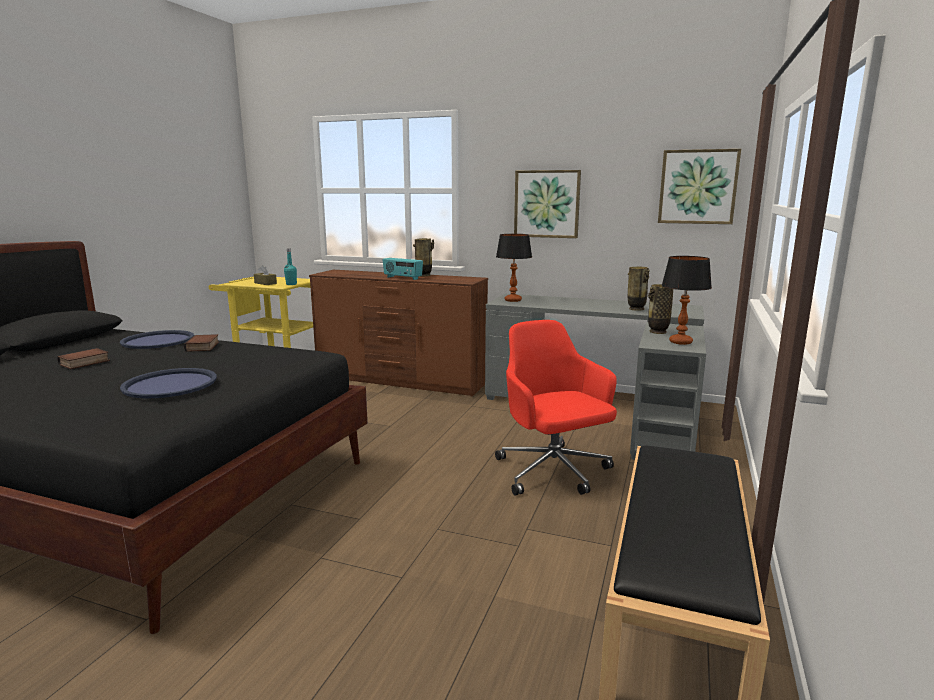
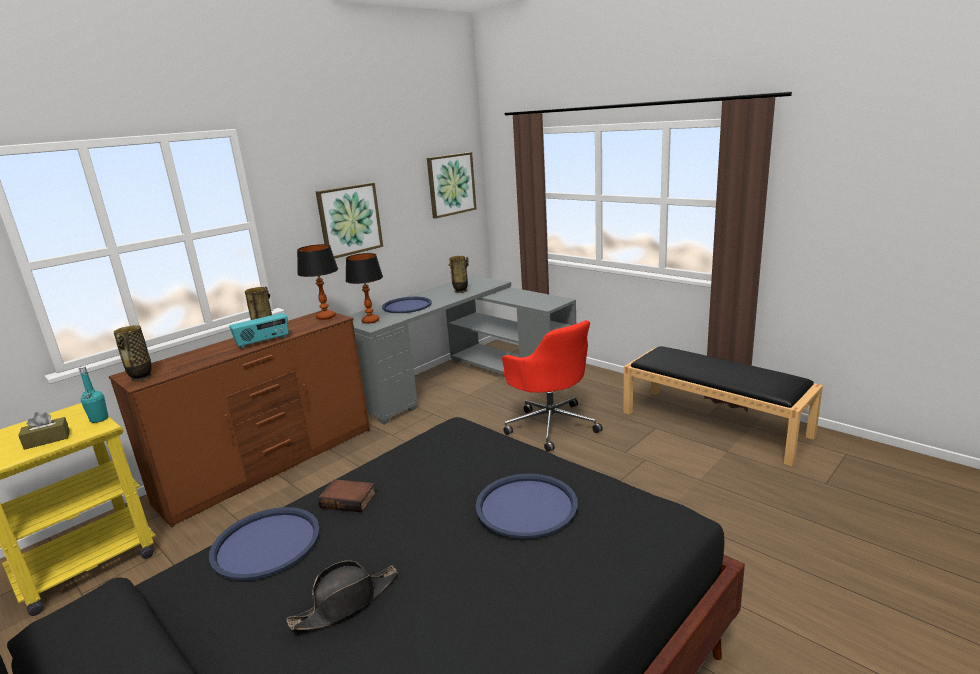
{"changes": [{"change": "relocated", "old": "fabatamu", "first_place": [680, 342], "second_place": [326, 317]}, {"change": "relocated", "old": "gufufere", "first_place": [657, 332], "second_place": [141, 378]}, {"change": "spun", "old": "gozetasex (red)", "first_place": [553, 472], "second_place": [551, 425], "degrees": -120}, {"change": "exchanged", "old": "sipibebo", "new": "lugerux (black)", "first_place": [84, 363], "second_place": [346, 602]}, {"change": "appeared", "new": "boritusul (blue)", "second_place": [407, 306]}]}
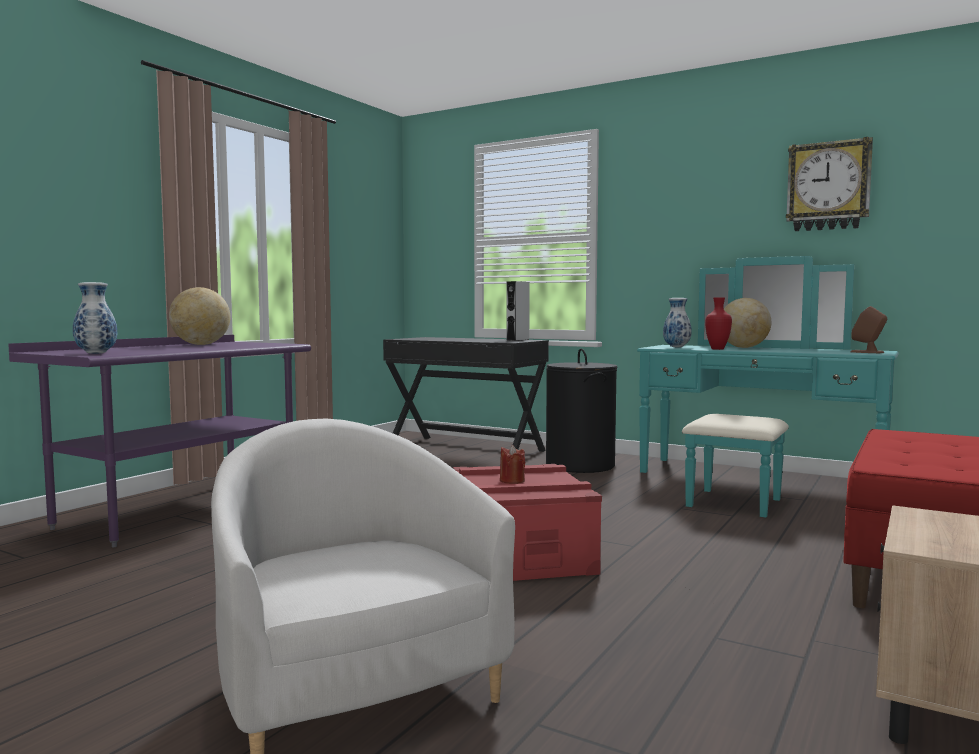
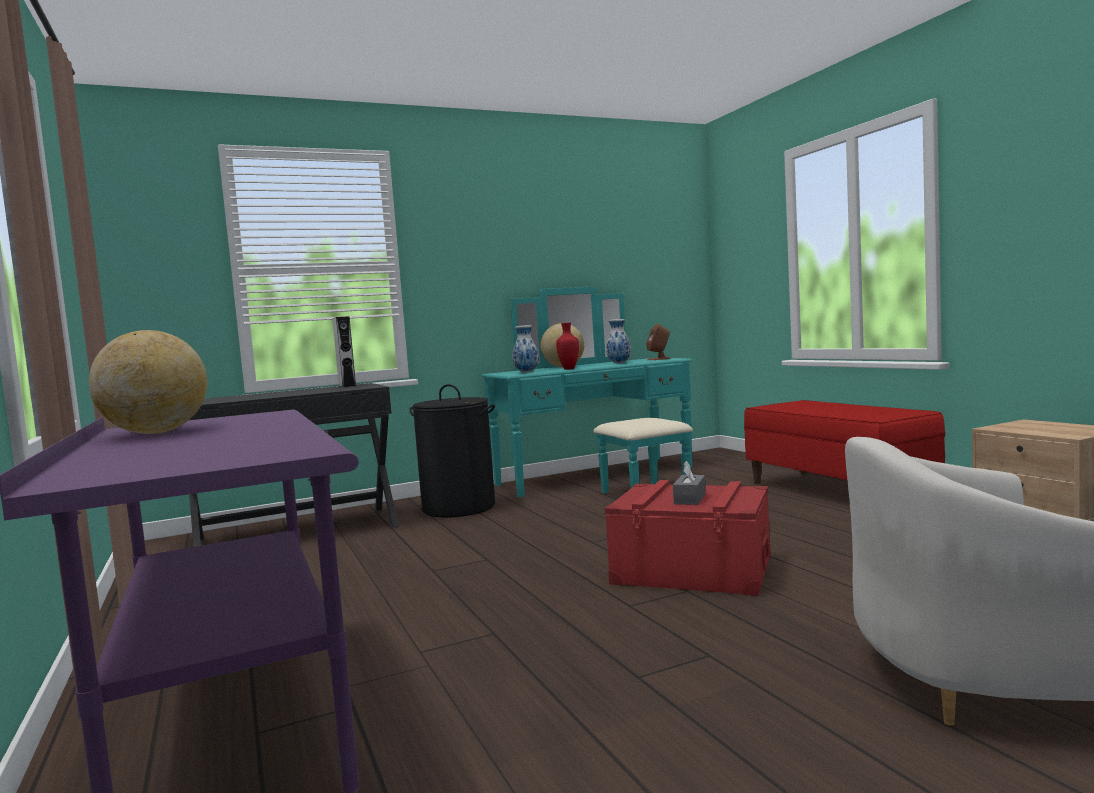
{"changes": [{"change": "missing", "old": "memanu", "first_place": [828, 186]}, {"change": "relocated", "old": "gufufere", "first_place": [95, 353], "second_place": [619, 363]}, {"change": "exchanged", "old": "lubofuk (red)", "new": "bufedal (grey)", "first_place": [512, 481], "second_place": [690, 499]}]}
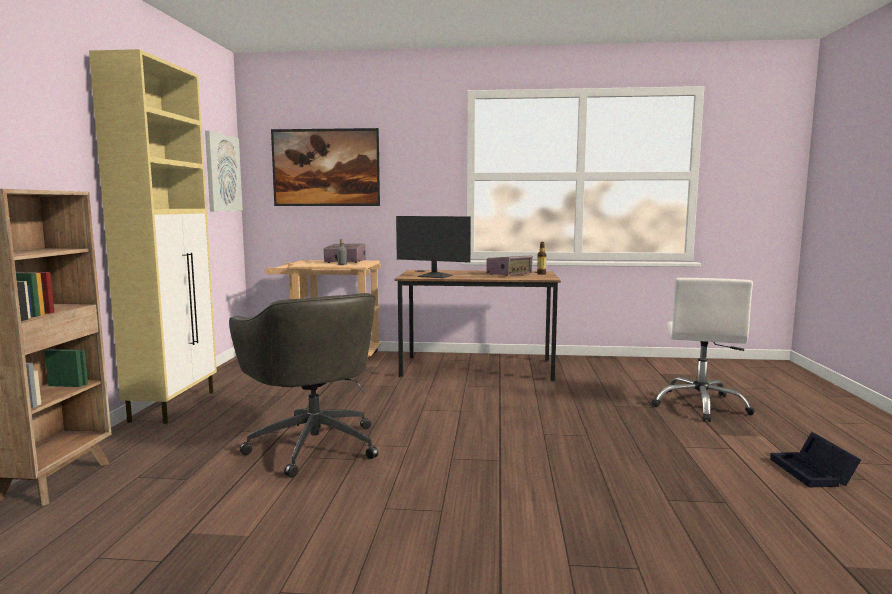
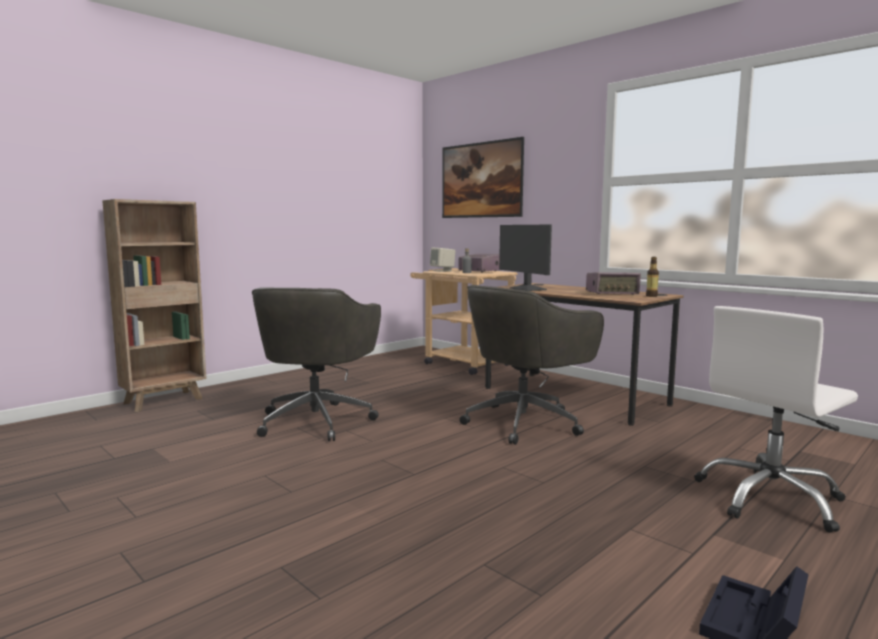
{"changes": [{"change": "missing", "old": "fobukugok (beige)", "first_place": [174, 406]}, {"change": "missing", "old": "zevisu", "first_place": [222, 173]}, {"change": "appeared", "new": "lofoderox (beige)", "second_place": [442, 271]}, {"change": "appeared", "new": "gozetasex (grey)", "second_place": [525, 422]}]}
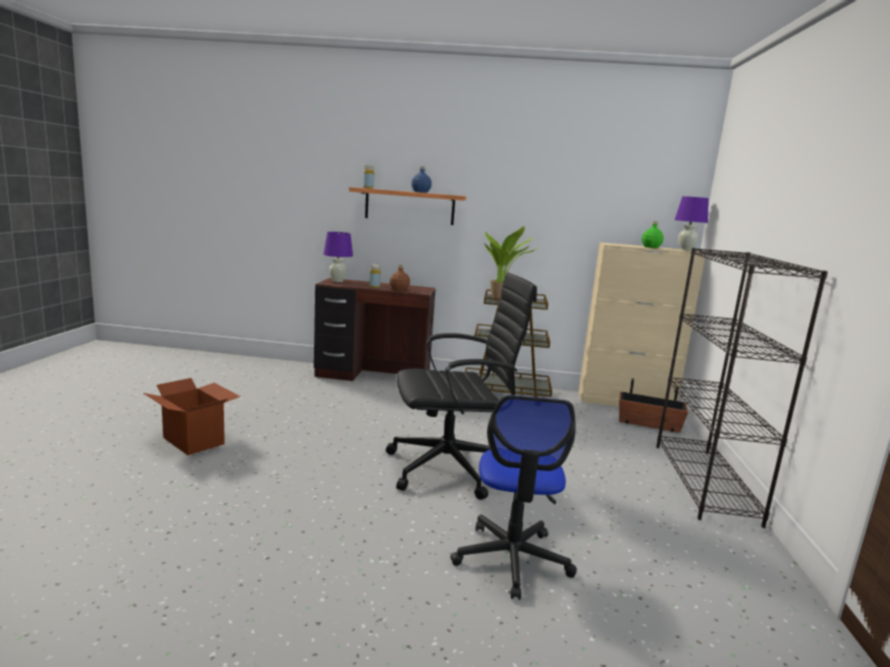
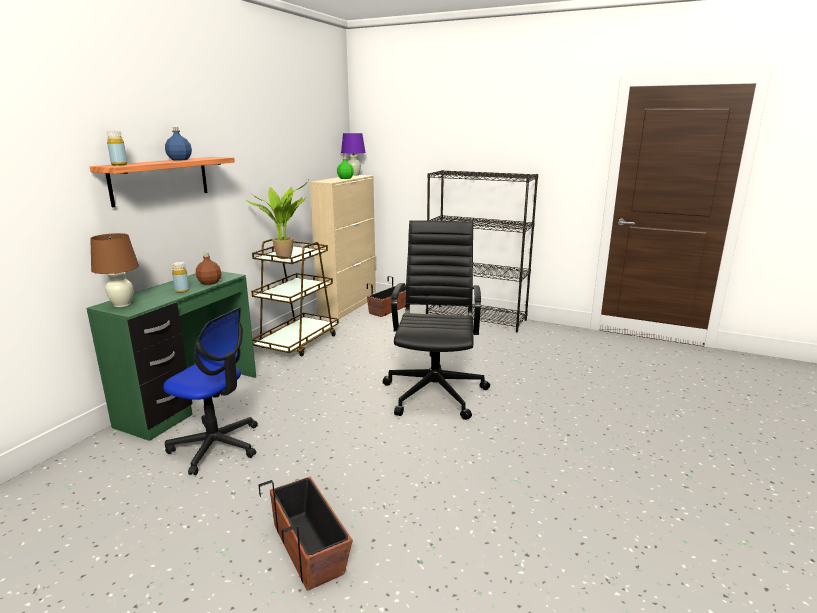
{"changes": [{"change": "colour", "old": "fabatamu (purple)", "new": "fabatamu (brown)", "first_place": [337, 281], "second_place": [122, 304]}, {"change": "colour", "old": "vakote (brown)", "new": "vakote (green)", "first_place": [373, 377], "second_place": [191, 400]}, {"change": "exchanged", "old": "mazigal", "new": "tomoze", "first_place": [194, 440], "second_place": [309, 548]}, {"change": "relocated", "old": "gozetasex", "first_place": [512, 559], "second_place": [216, 446]}]}
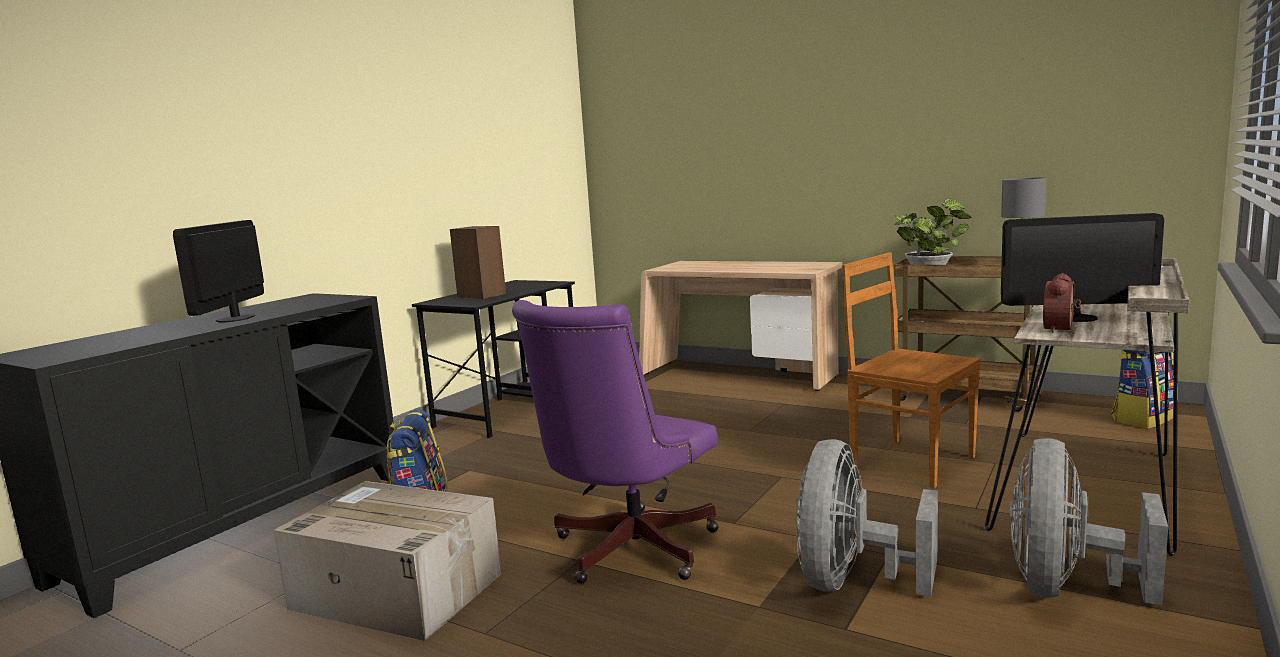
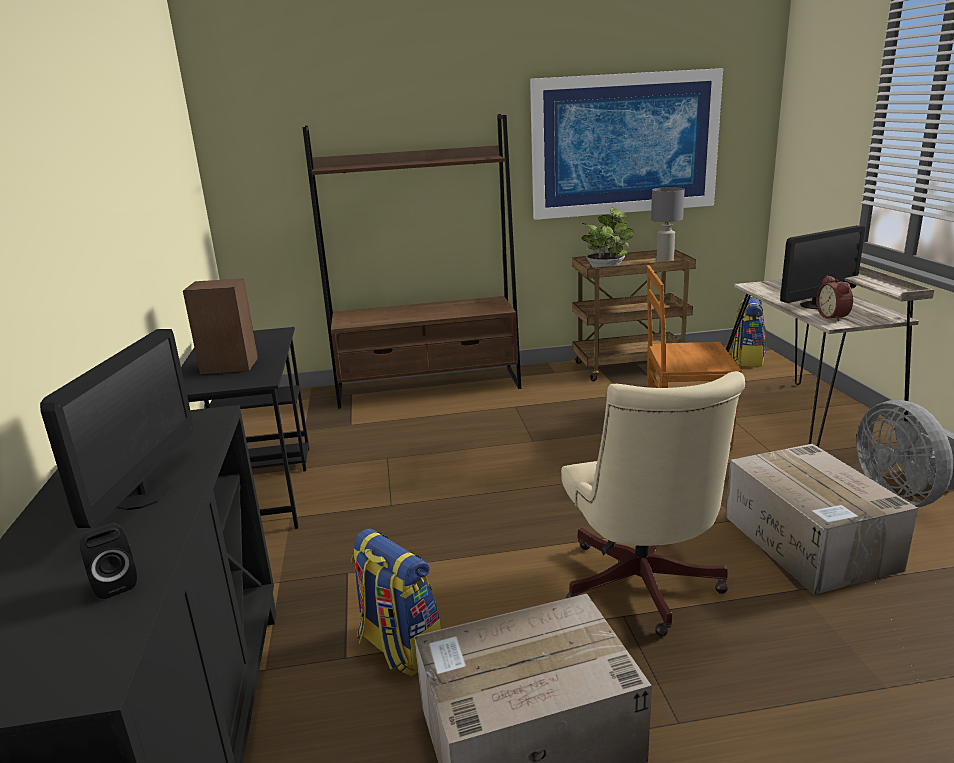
{"changes": [{"change": "spun", "old": "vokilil", "first_place": [235, 318], "second_place": [142, 494], "degrees": -135}, {"change": "exchanged", "old": "vakote (beige)", "new": "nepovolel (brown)", "first_place": [738, 375], "second_place": [429, 387]}, {"change": "colour", "old": "gozetasex (purple)", "new": "gozetasex (beige)", "first_place": [626, 551], "second_place": [642, 590]}, {"change": "exchanged", "old": "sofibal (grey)", "new": "mazigal", "first_place": [851, 582], "second_place": [811, 543]}, {"change": "appeared", "new": "zevisu", "second_place": [624, 144]}, {"change": "appeared", "new": "lofoderox (black)", "second_place": [114, 583]}]}
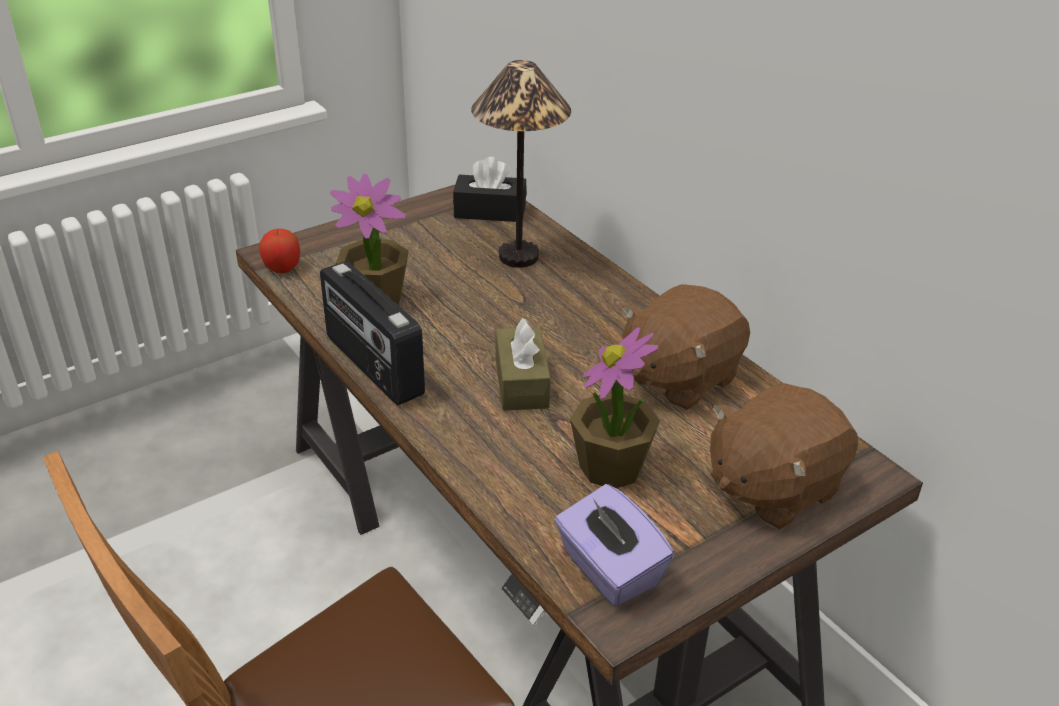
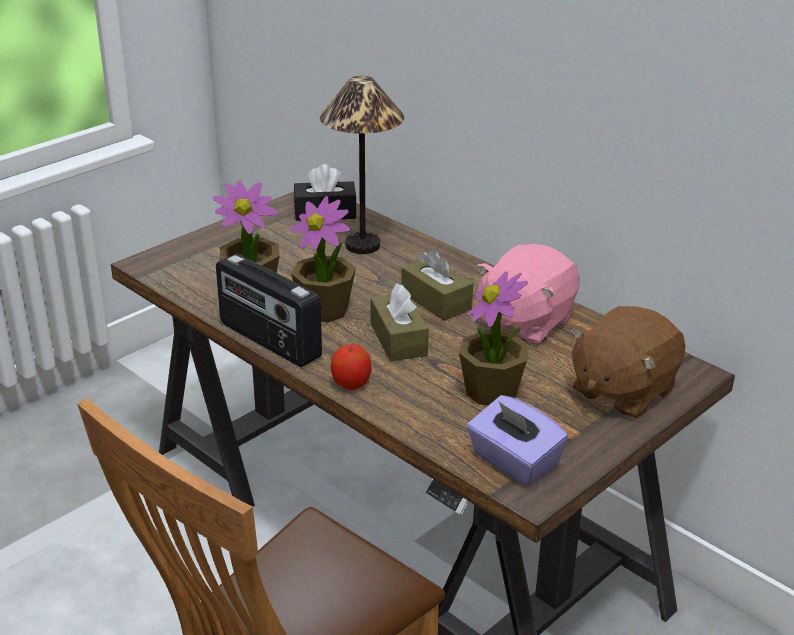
{"changes": [{"change": "relocated", "old": "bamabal", "first_place": [282, 268], "second_place": [351, 384]}, {"change": "colour", "old": "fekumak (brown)", "new": "fekumak (pink)", "first_place": [678, 377], "second_place": [525, 322]}, {"change": "appeared", "new": "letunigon", "second_place": [325, 310]}, {"change": "appeared", "new": "bufedal (brown)", "second_place": [436, 301]}]}
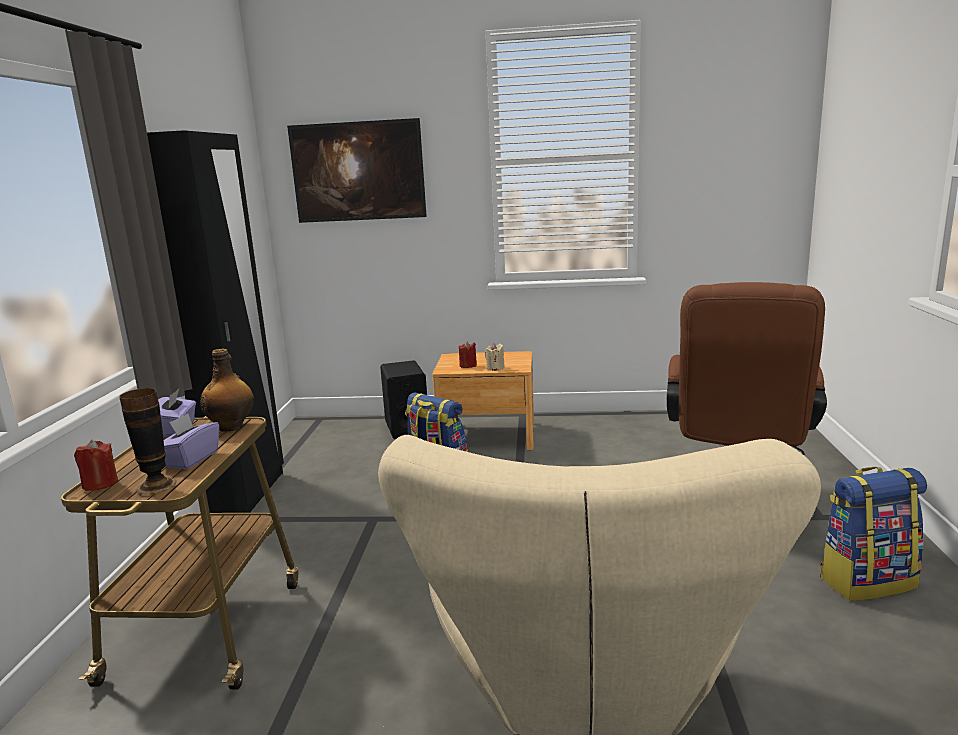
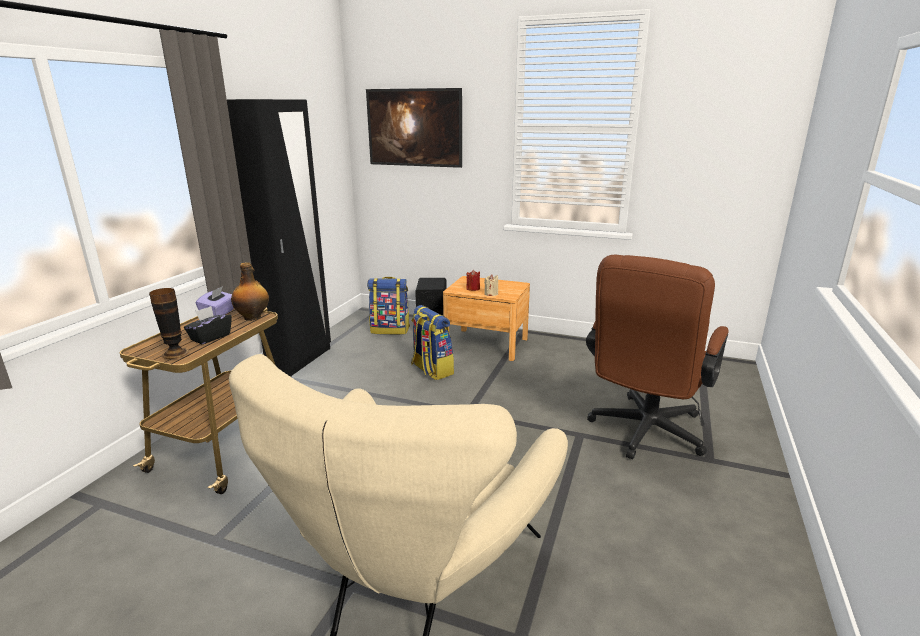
{"changes": [{"change": "colour", "old": "bufedal (purple)", "new": "bufedal (black)", "first_place": [191, 459], "second_place": [210, 337]}, {"change": "missing", "old": "lubofuk (red)", "first_place": [100, 484]}, {"change": "relocated", "old": "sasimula", "first_place": [866, 581], "second_place": [390, 330]}]}
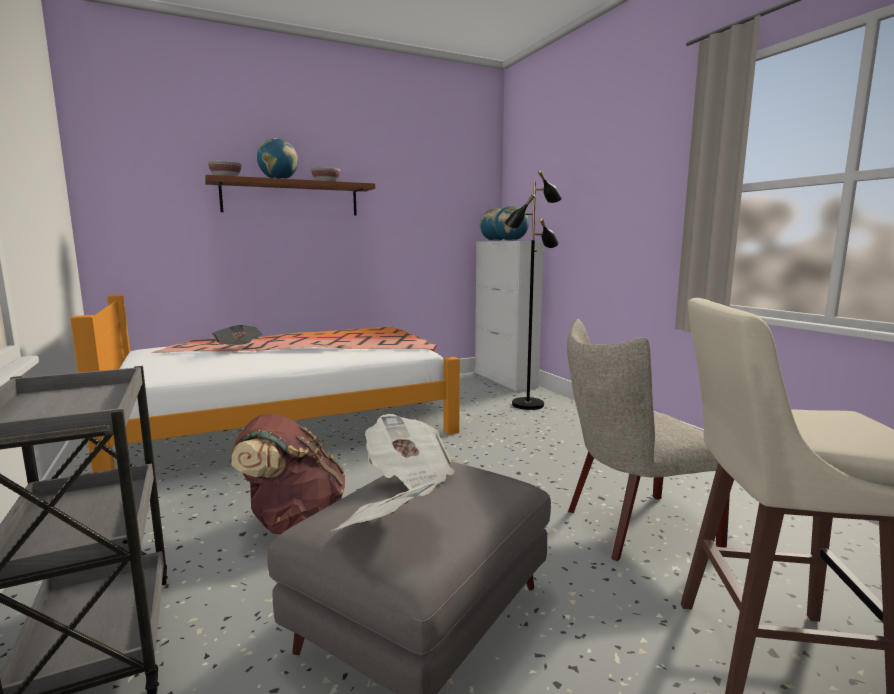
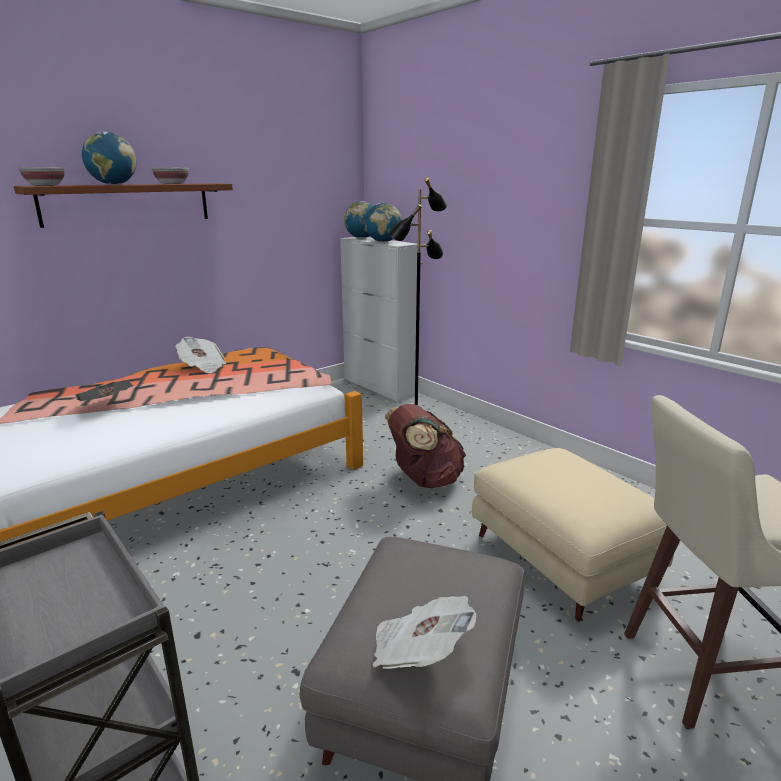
{"changes": [{"change": "exchanged", "old": "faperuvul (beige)", "new": "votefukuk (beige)", "first_place": [631, 527], "second_place": [560, 559]}, {"change": "relocated", "old": "sasimula (brown)", "first_place": [293, 523], "second_place": [424, 480]}, {"change": "relocated", "old": "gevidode", "first_place": [409, 475], "second_place": [202, 367]}]}
